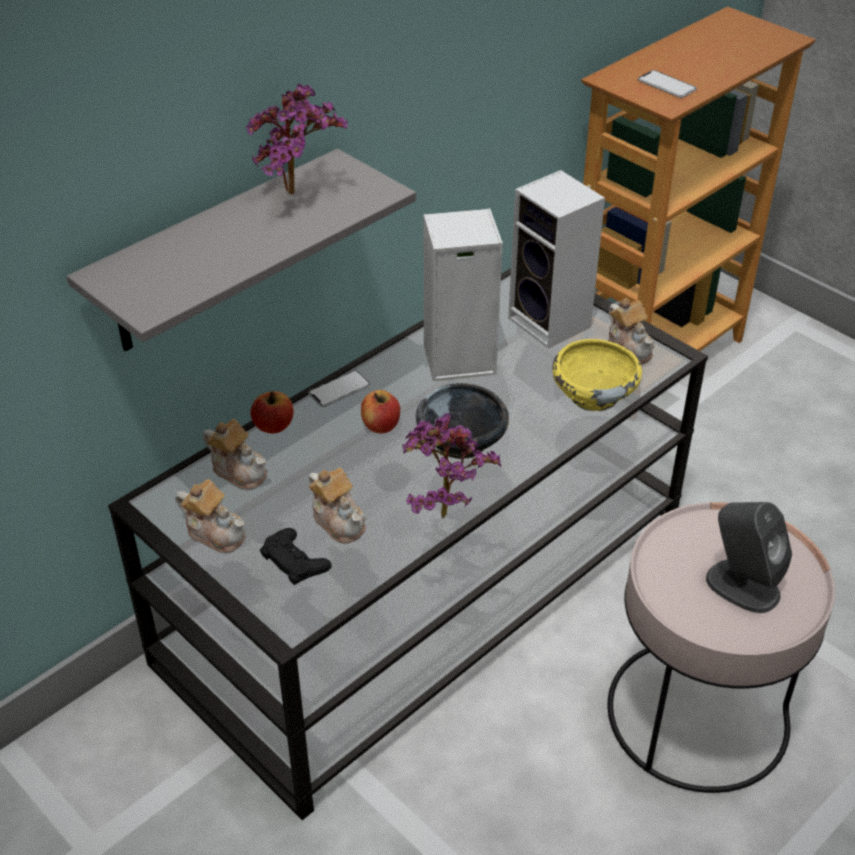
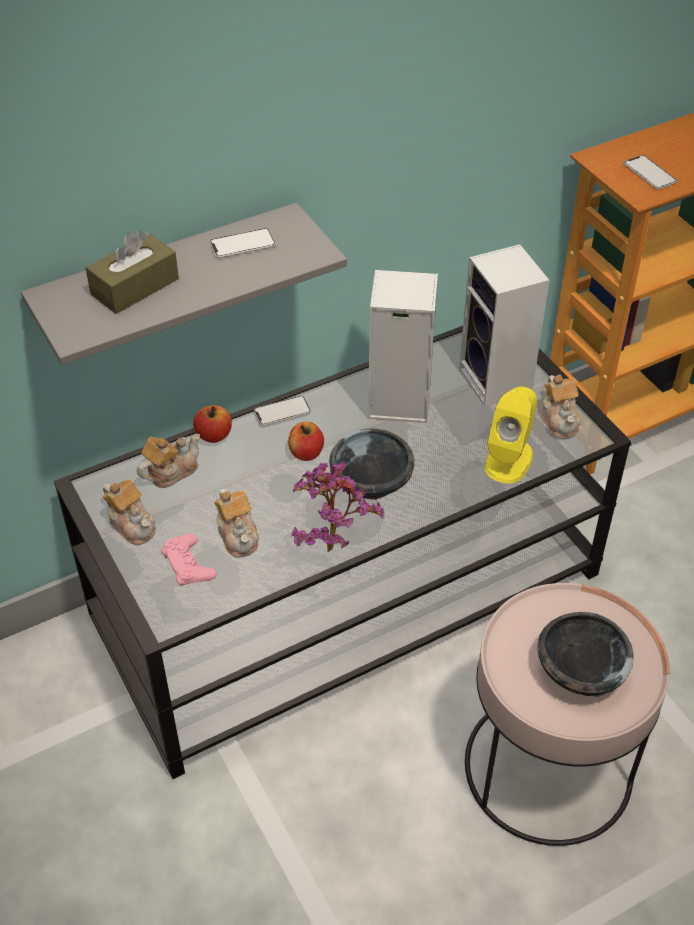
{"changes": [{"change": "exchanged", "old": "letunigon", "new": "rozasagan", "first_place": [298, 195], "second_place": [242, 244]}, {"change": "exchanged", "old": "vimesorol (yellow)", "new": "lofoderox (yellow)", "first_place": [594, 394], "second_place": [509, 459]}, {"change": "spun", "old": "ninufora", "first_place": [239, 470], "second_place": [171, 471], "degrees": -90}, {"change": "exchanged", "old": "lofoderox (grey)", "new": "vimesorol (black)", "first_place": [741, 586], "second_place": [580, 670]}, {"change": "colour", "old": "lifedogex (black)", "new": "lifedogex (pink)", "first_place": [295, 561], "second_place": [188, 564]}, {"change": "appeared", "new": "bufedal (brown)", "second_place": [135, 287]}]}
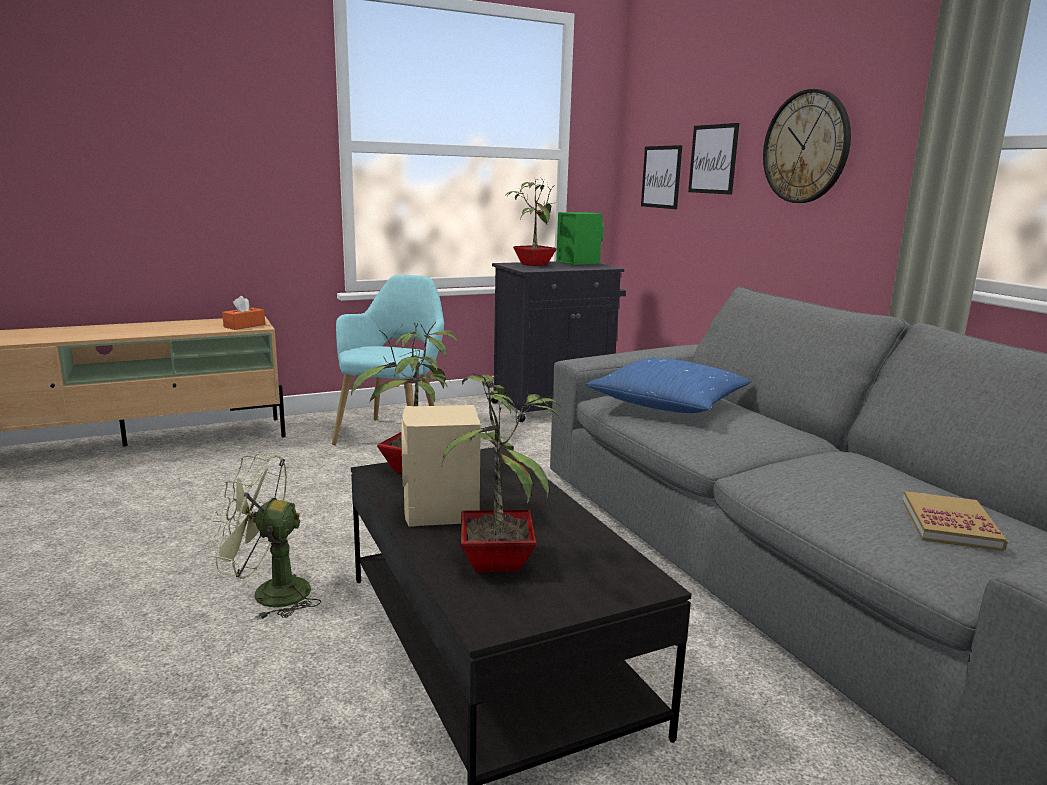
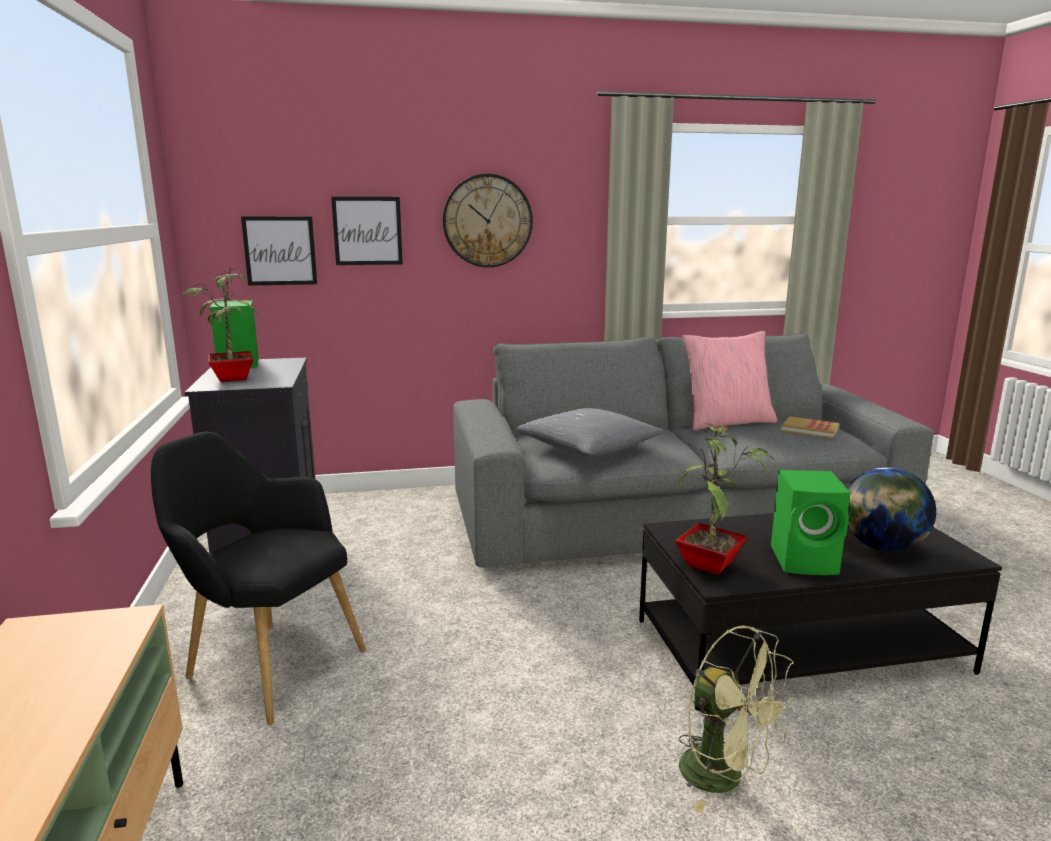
{"changes": [{"change": "colour", "old": "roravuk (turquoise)", "new": "roravuk (black)", "first_place": [394, 433], "second_place": [266, 663]}, {"change": "missing", "old": "bufedal (orange)", "first_place": [244, 326]}, {"change": "colour", "old": "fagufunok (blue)", "new": "fagufunok (grey)", "first_place": [669, 404], "second_place": [588, 447]}, {"change": "exchanged", "old": "letunigon", "new": "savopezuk", "first_place": [500, 562], "second_place": [882, 547]}, {"change": "colour", "old": "lofoderox (beige)", "new": "lofoderox (green)", "first_place": [441, 513], "second_place": [806, 561]}, {"change": "spun", "old": "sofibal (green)", "first_place": [268, 594], "second_place": [724, 778], "degrees": -60}, {"change": "appeared", "new": "fagufunok (pink)", "second_place": [727, 422]}]}
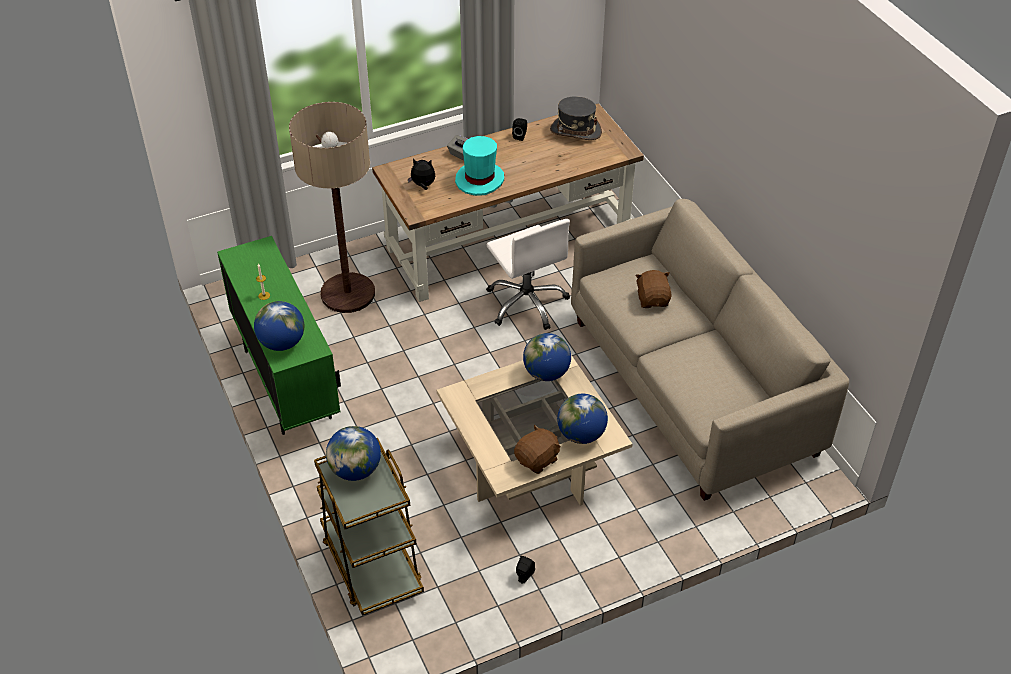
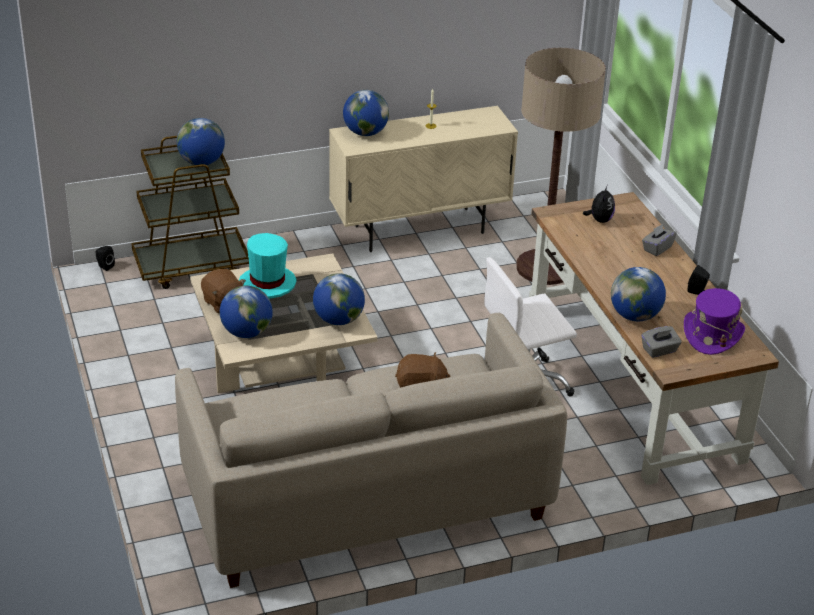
{"changes": [{"change": "colour", "old": "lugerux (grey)", "new": "lugerux (purple)", "first_place": [575, 131], "second_place": [712, 335]}, {"change": "relocated", "old": "lugerux (turquoise)", "first_place": [480, 180], "second_place": [267, 284]}, {"change": "colour", "old": "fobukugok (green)", "new": "fobukugok (beige)", "first_place": [287, 384], "second_place": [420, 230]}, {"change": "relocated", "old": "lofoderox (black)", "first_place": [524, 577], "second_place": [104, 266]}, {"change": "appeared", "new": "savopezuk", "second_place": [635, 316]}, {"change": "appeared", "new": "bufedal (grey)", "second_place": [659, 350]}]}
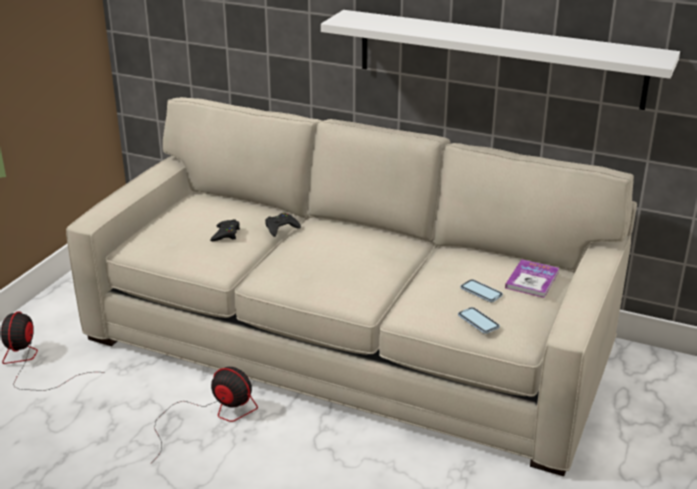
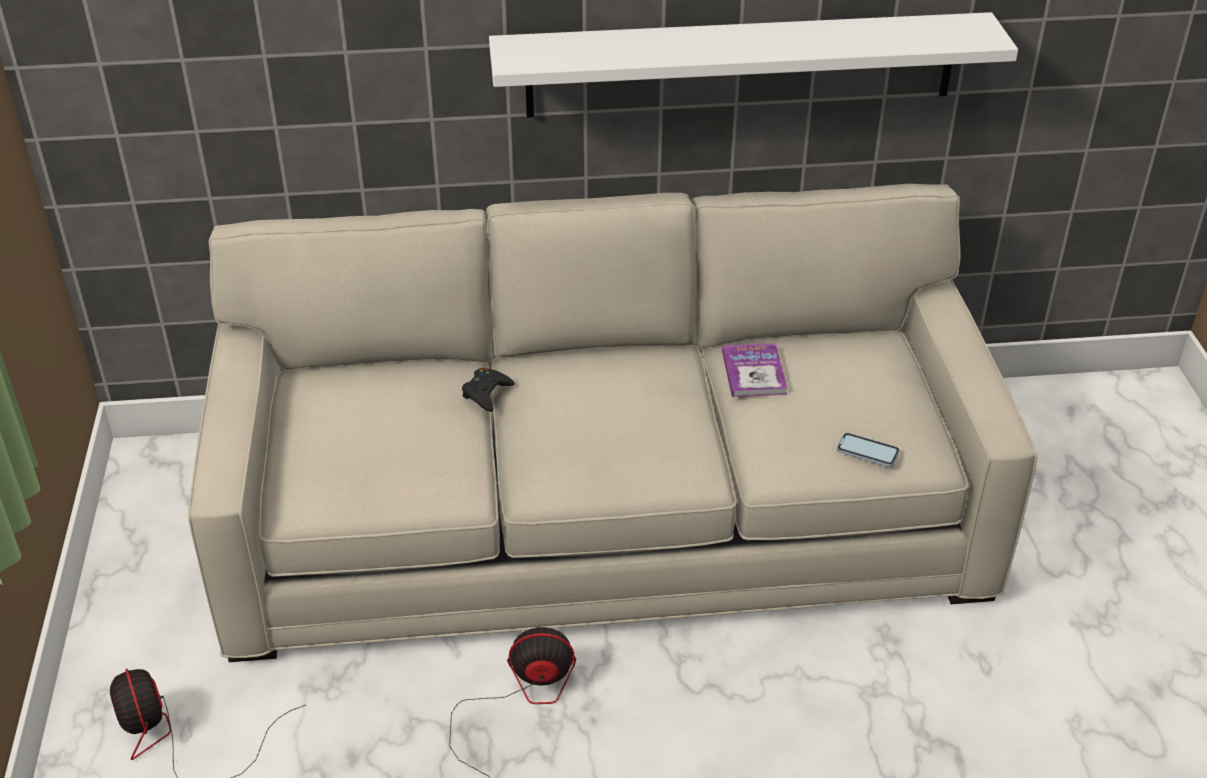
{"changes": [{"change": "missing", "old": "lifedogex (black)", "first_place": [225, 234]}, {"change": "relocated", "old": "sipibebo", "first_place": [532, 280], "second_place": [754, 372]}, {"change": "missing", "old": "rozasagan", "first_place": [481, 292]}]}
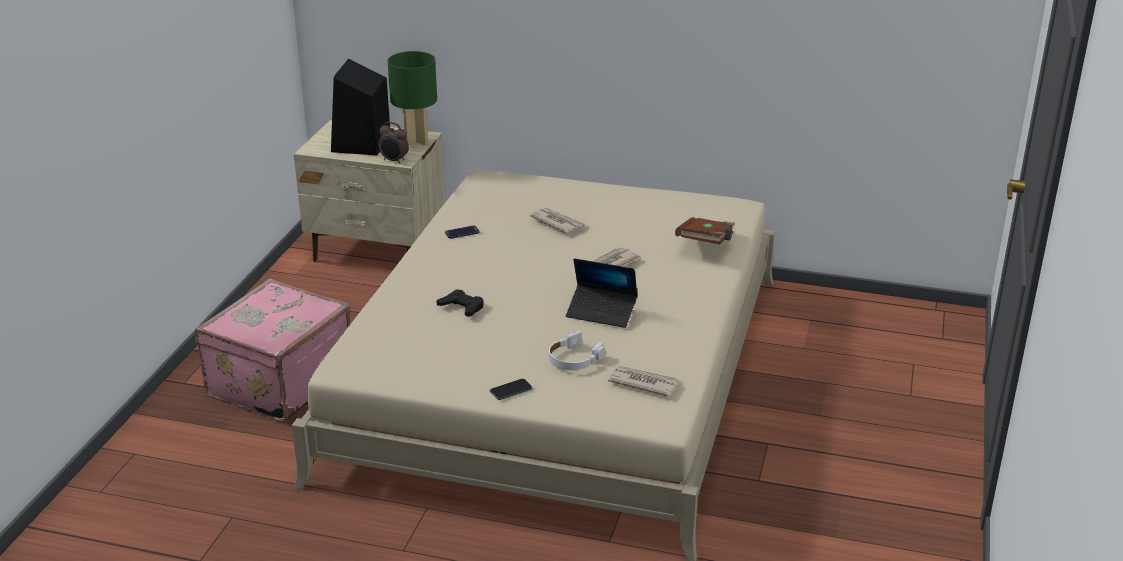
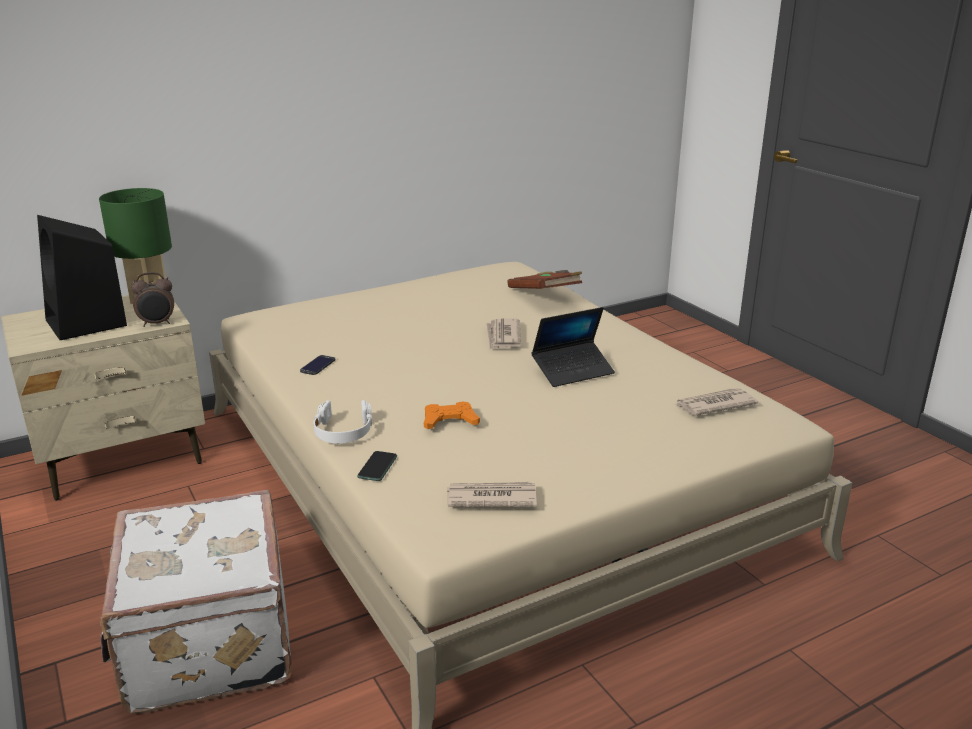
{"changes": [{"change": "relocated", "old": "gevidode", "first_place": [557, 223], "second_place": [490, 498]}, {"change": "colour", "old": "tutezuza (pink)", "new": "tutezuza (white)", "first_place": [278, 382], "second_place": [205, 643]}, {"change": "colour", "old": "lifedogex (black)", "new": "lifedogex (orange)", "first_place": [462, 307], "second_place": [449, 421]}, {"change": "relocated", "old": "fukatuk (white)", "first_place": [573, 359], "second_place": [343, 431]}, {"change": "relocated", "old": "rozasagan", "first_place": [511, 390], "second_place": [377, 467]}]}
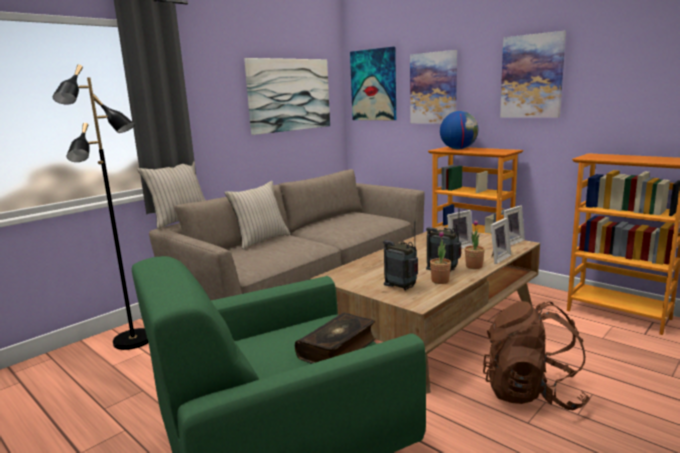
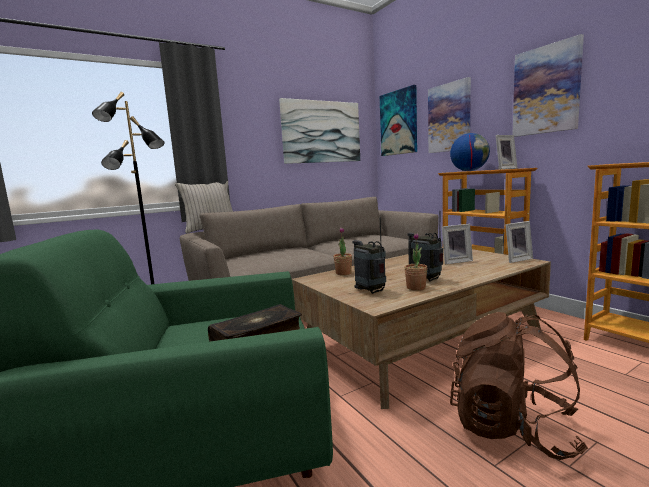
{"changes": [{"change": "missing", "old": "fagufunok (beige)", "first_place": [261, 240]}, {"change": "relocated", "old": "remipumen", "first_place": [497, 258], "second_place": [503, 169]}, {"change": "relocated", "old": "letunigon", "first_place": [474, 266], "second_place": [343, 273]}]}
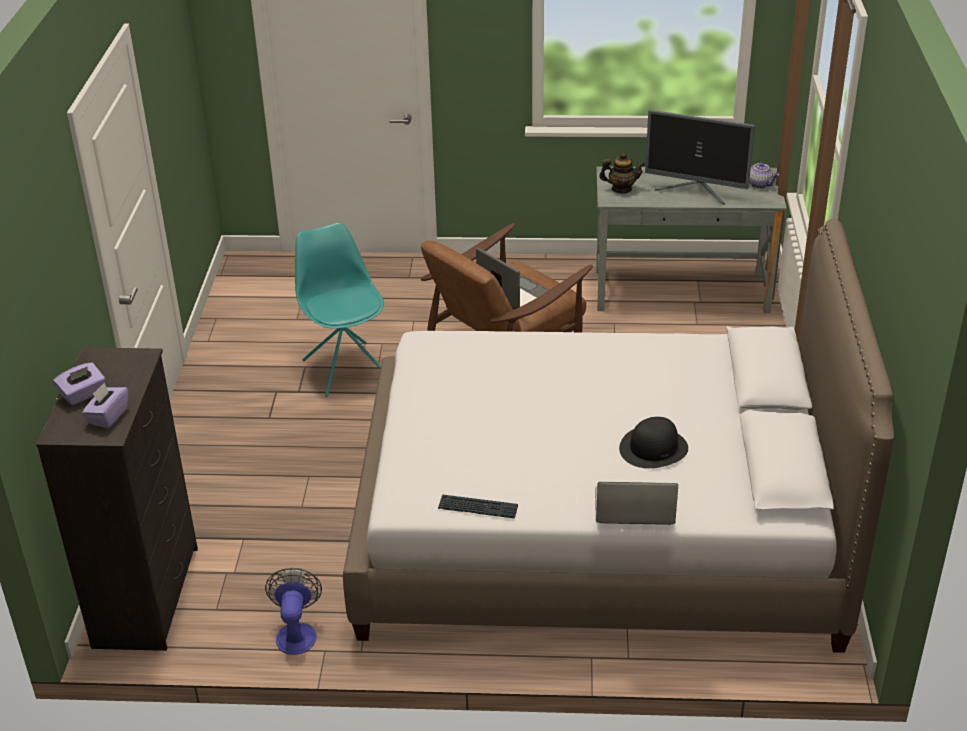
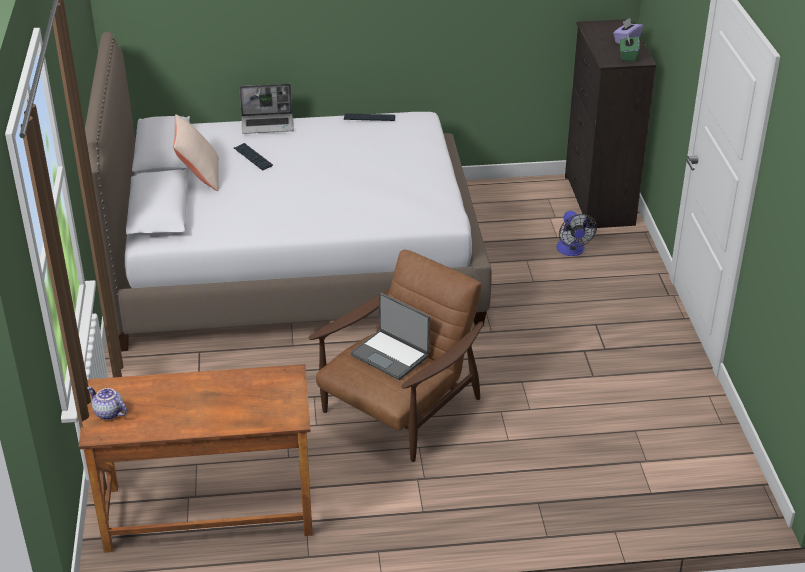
{"changes": [{"change": "missing", "old": "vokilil", "first_place": [696, 191]}, {"change": "missing", "old": "ninufora", "first_place": [621, 189]}, {"change": "colour", "old": "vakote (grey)", "new": "vakote (brown)", "first_place": [681, 291], "second_place": [209, 511]}, {"change": "missing", "old": "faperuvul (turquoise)", "first_place": [346, 368]}, {"change": "missing", "old": "bufedal (purple)", "first_place": [108, 416]}, {"change": "exchanged", "old": "lugerux (black)", "new": "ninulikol", "first_place": [653, 448], "second_place": [253, 157]}, {"change": "relocated", "old": "sofibal", "first_place": [296, 632], "second_place": [572, 251]}, {"change": "appeared", "new": "bufedal (green)", "second_place": [628, 56]}, {"change": "appeared", "new": "fagufunok (beige)", "second_place": [199, 175]}]}
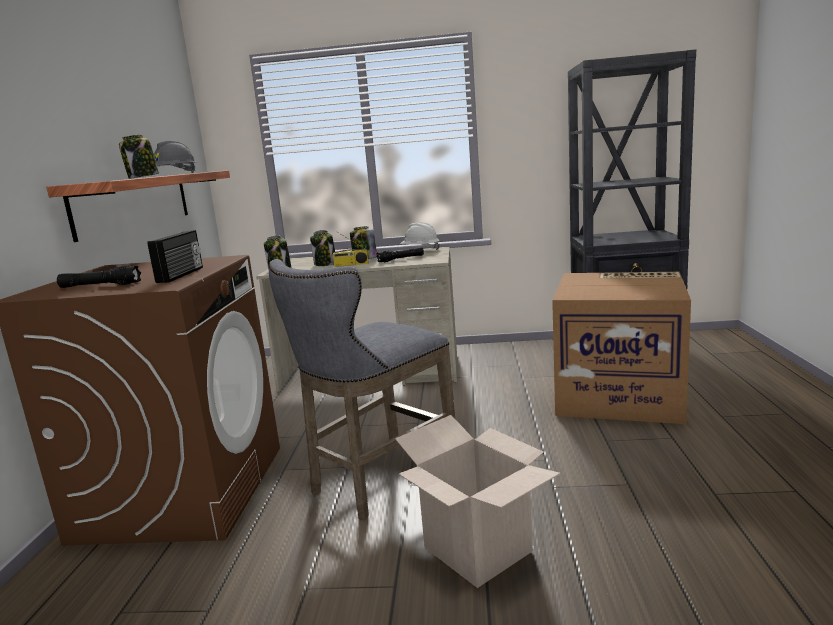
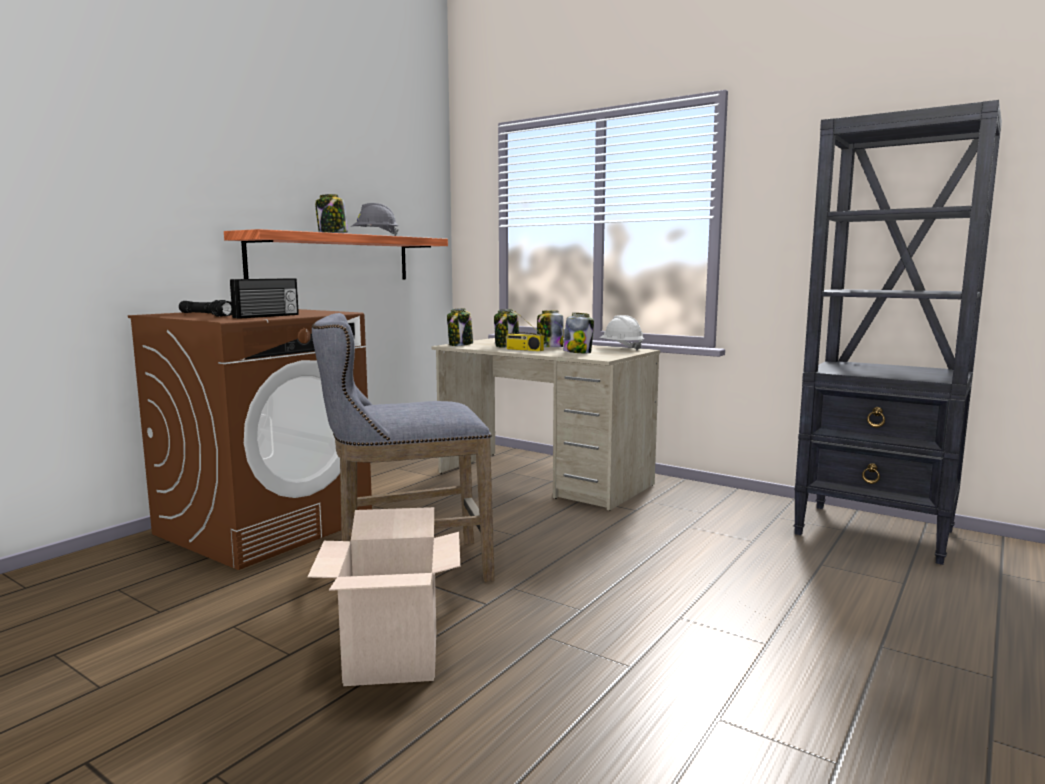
{"changes": [{"change": "exchanged", "old": "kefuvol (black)", "new": "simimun", "first_place": [401, 259], "second_place": [577, 352]}, {"change": "missing", "old": "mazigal", "first_place": [620, 394]}]}
